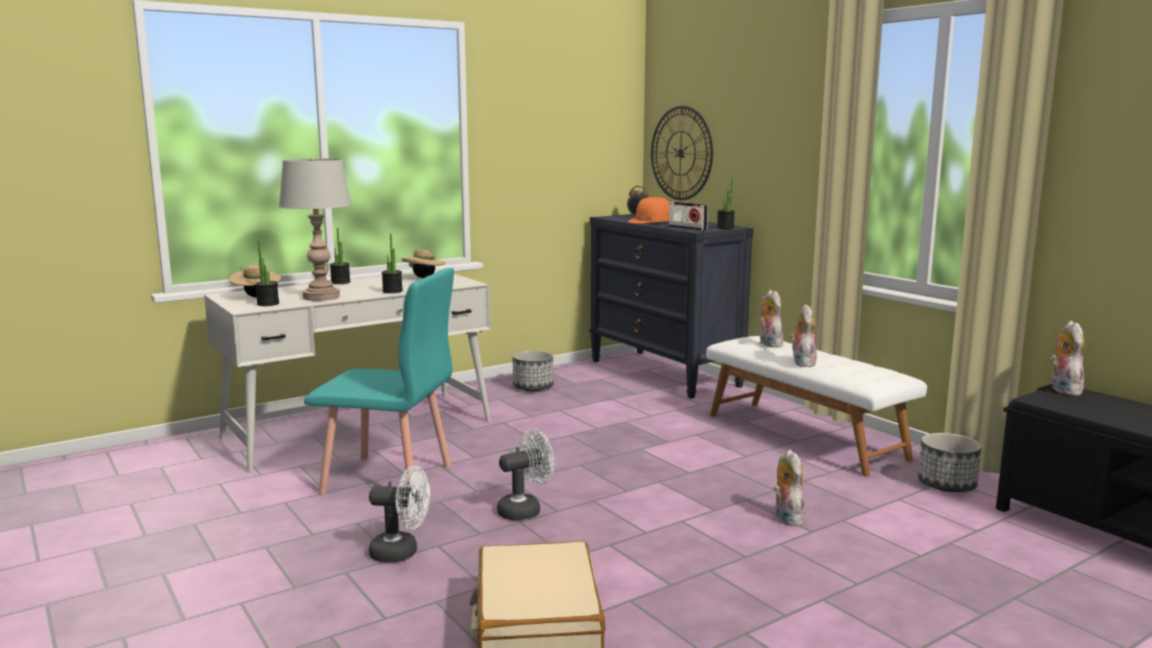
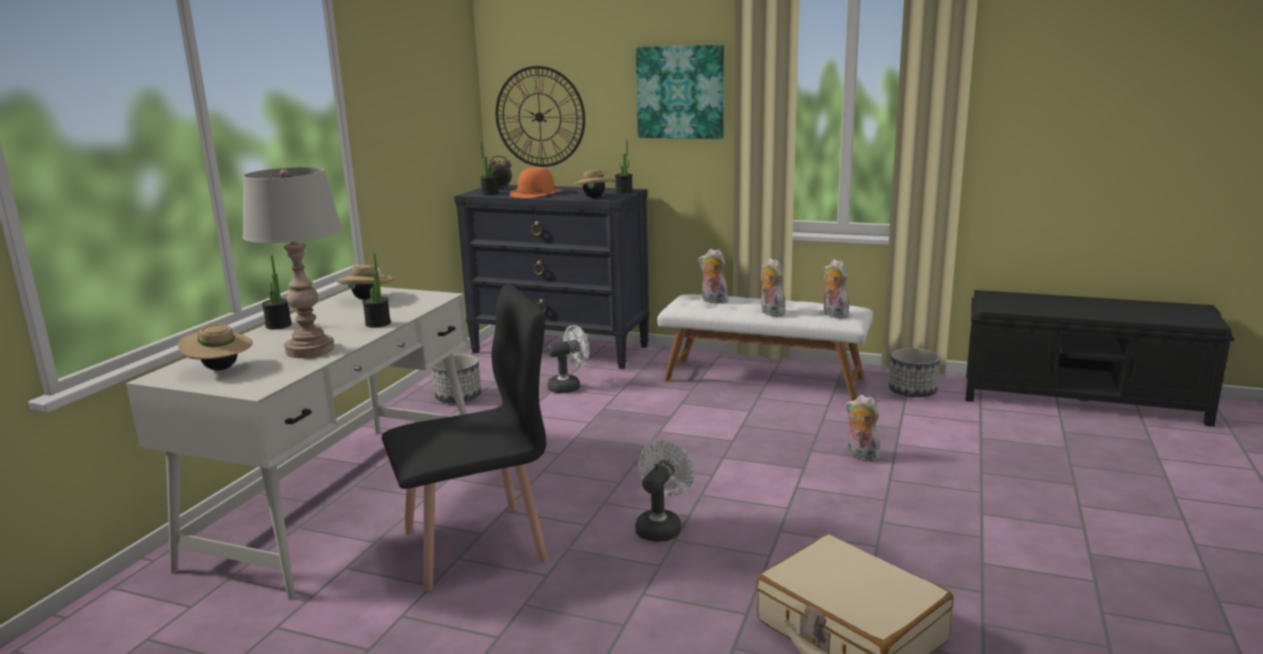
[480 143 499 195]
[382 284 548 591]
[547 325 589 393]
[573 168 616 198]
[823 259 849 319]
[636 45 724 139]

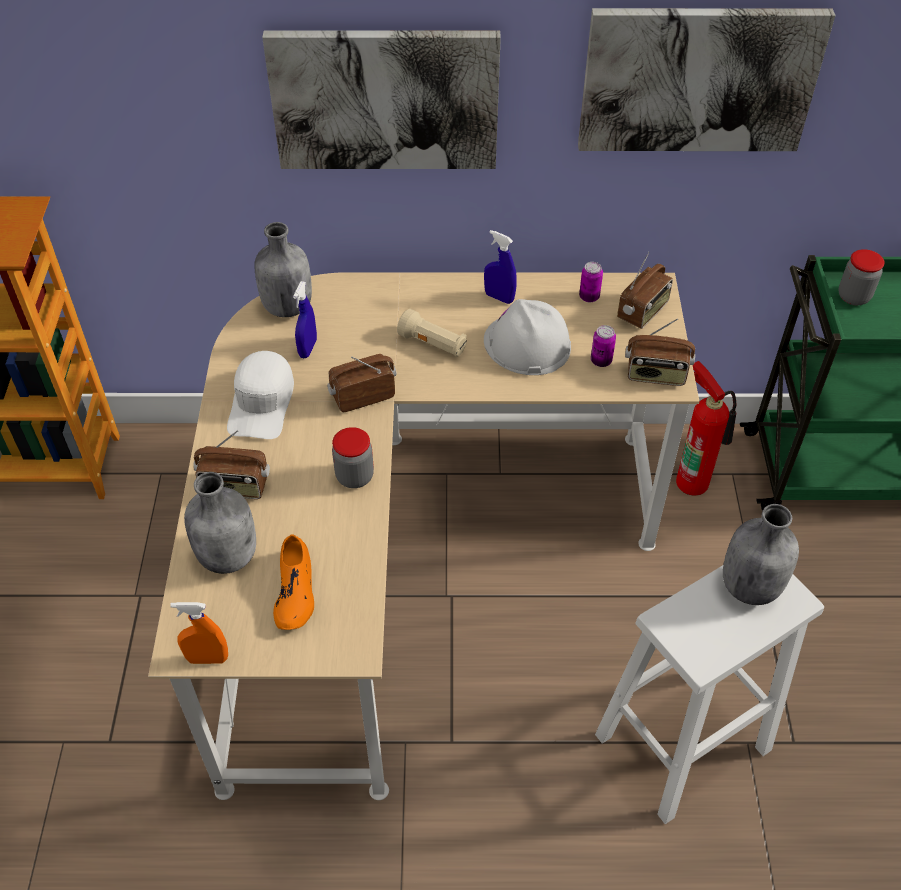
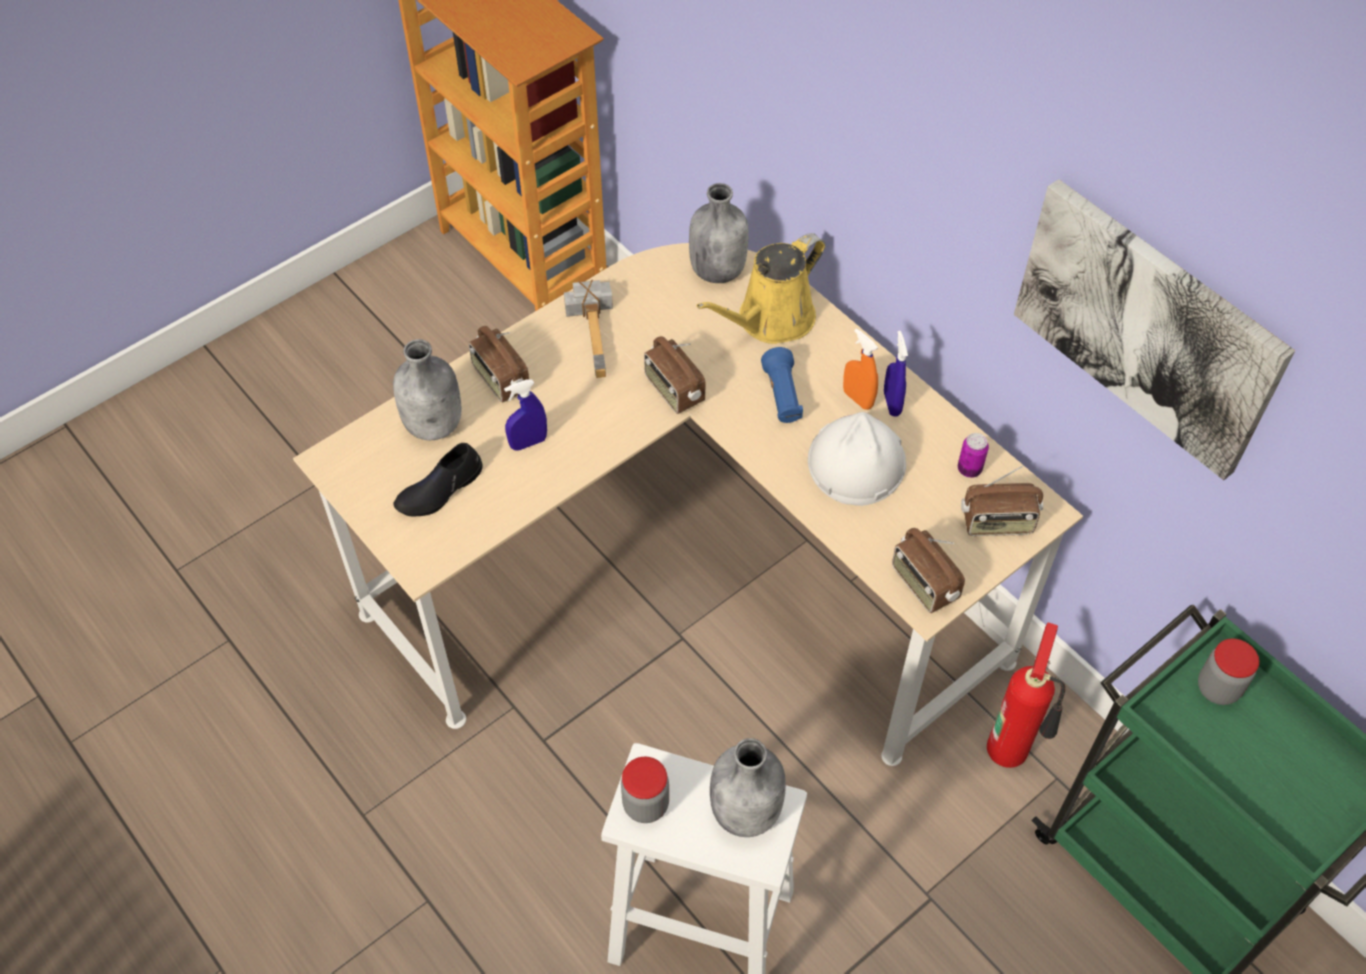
[843 328 878 410]
[564 279 613 378]
[262 30 501 169] (first image)
[393 443 482 516]
[504 379 547 451]
[644 336 705 414]
[621 757 669 823]
[761 347 803 423]
[591 325 616 367] (first image)
[696 233 825 344]

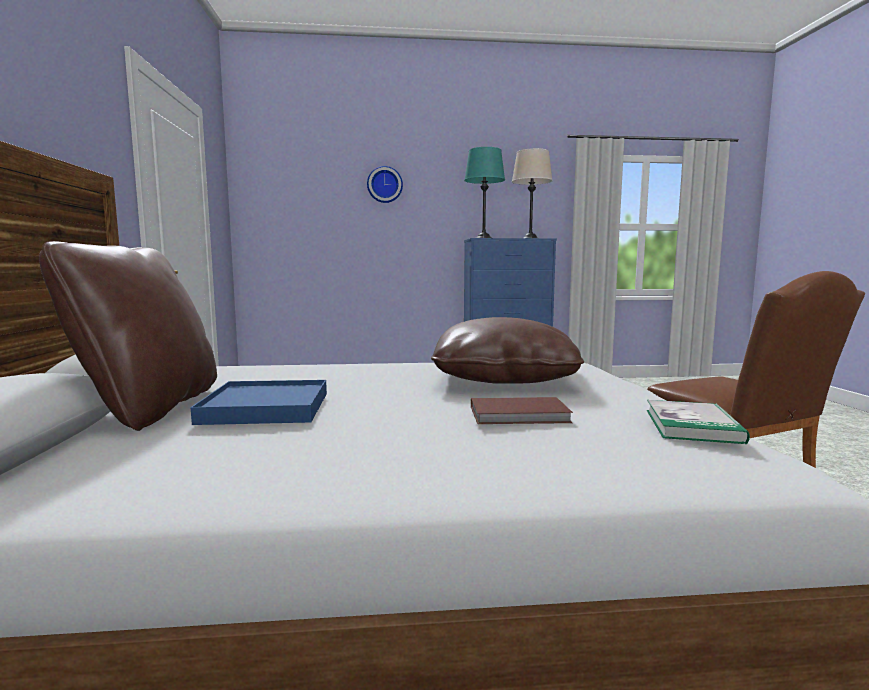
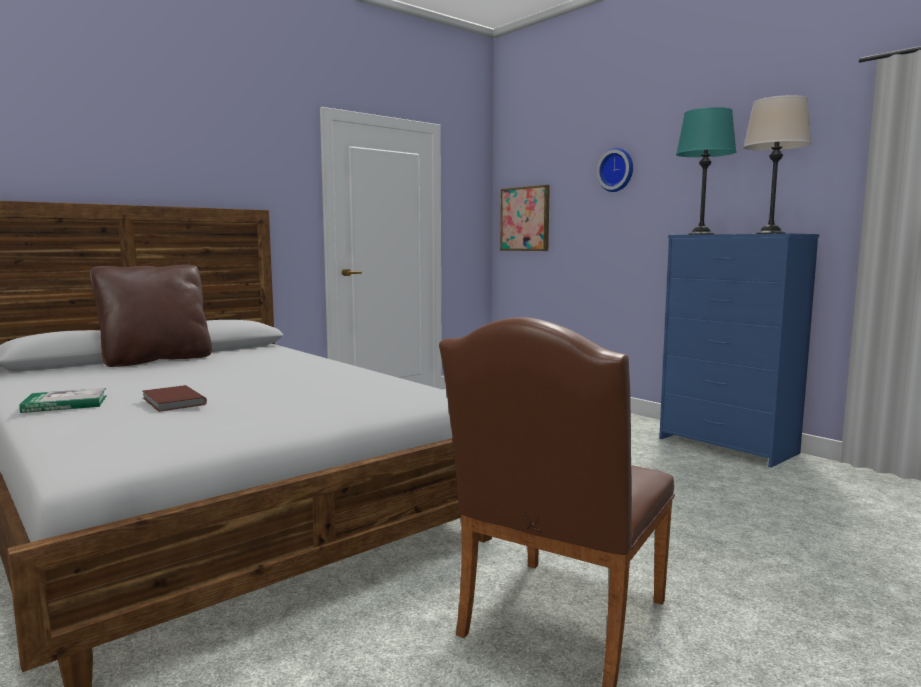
[191 380 327 425] (first image)
[431 317 584 384] (first image)
[19 388 107 413]
[500 185 550 251]

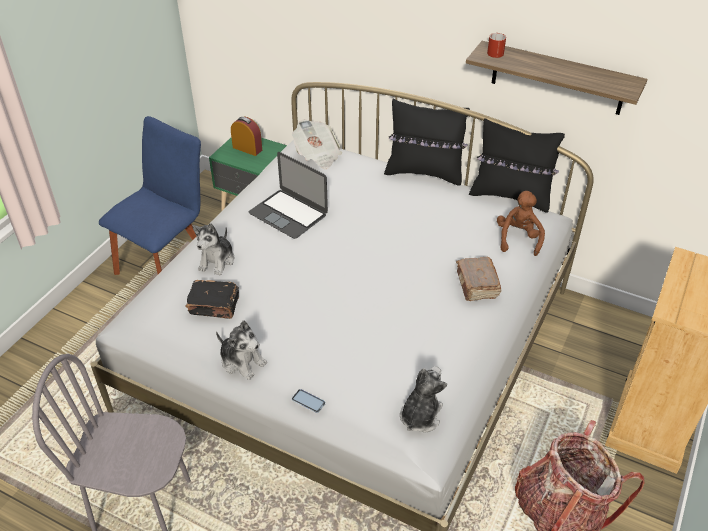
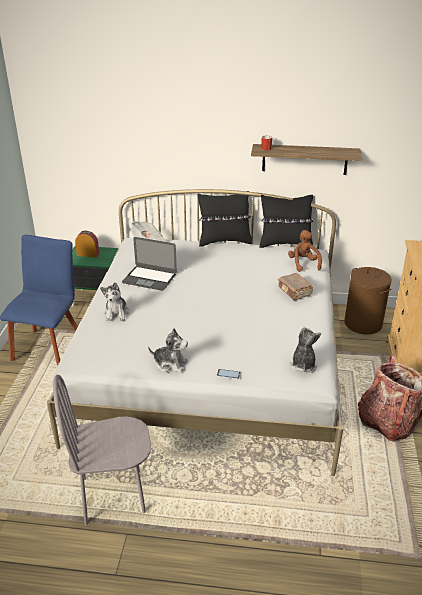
[186 280 240 319] (first image)
[344 267 392 335]

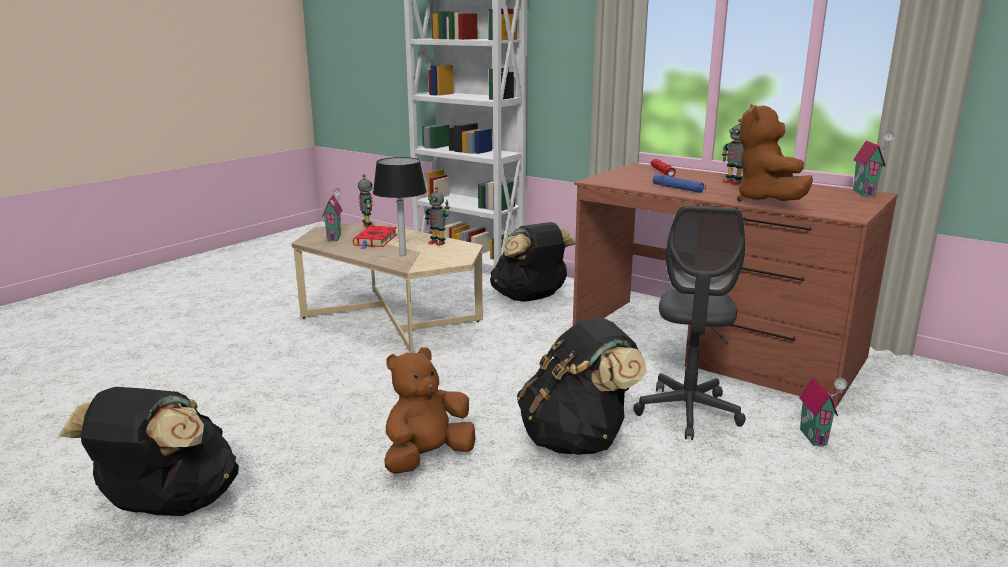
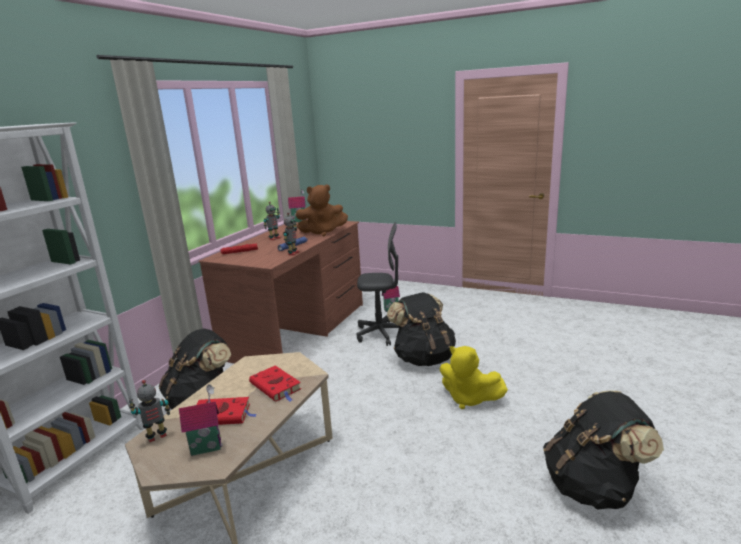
[249 366 301 402]
[440 346 508 409]
[283 212 300 255]

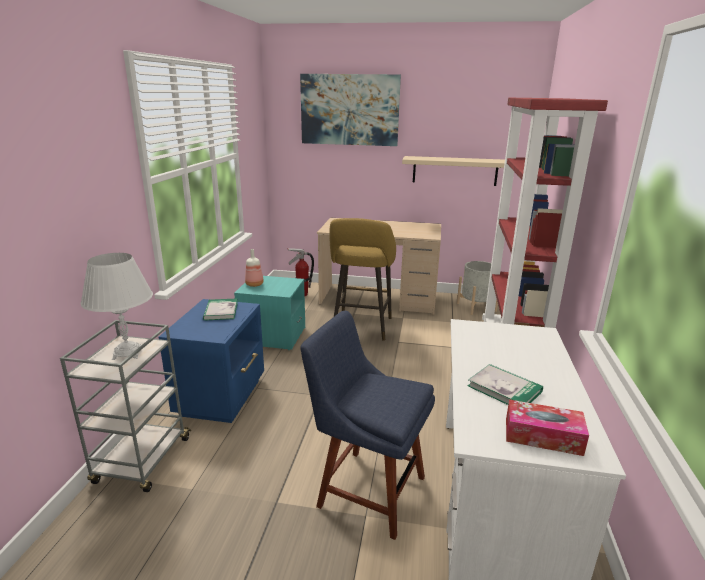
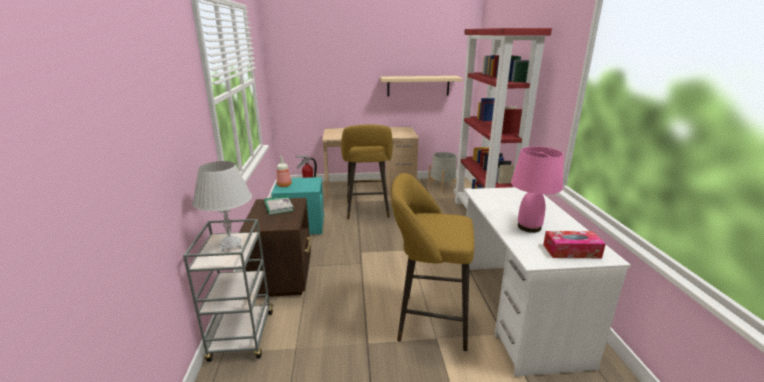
[239 198 311 297]
[300 74 401 146] (first image)
[391 173 474 351]
[511 146 563 233]

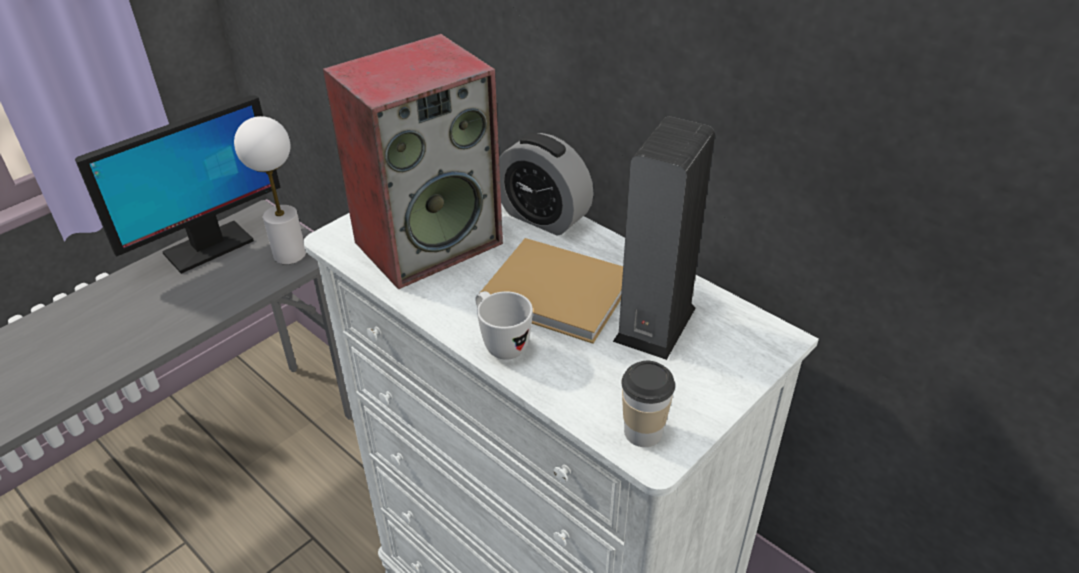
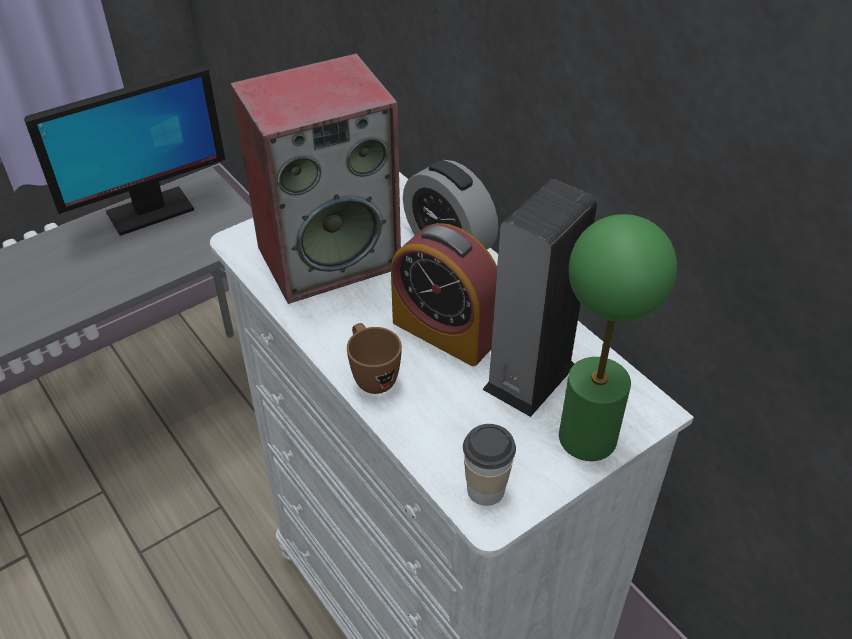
[234 116 306 264] (first image)
[347 323 402 394]
[391 223 497 366]
[559 214 677 461]

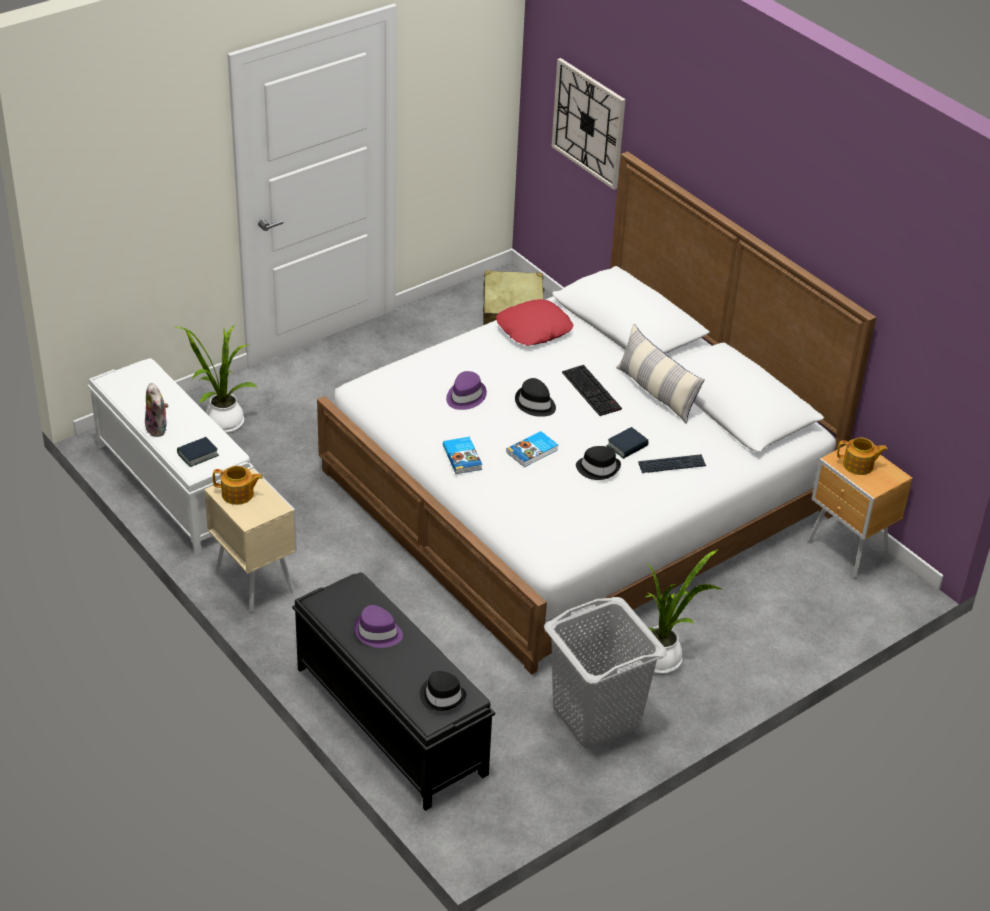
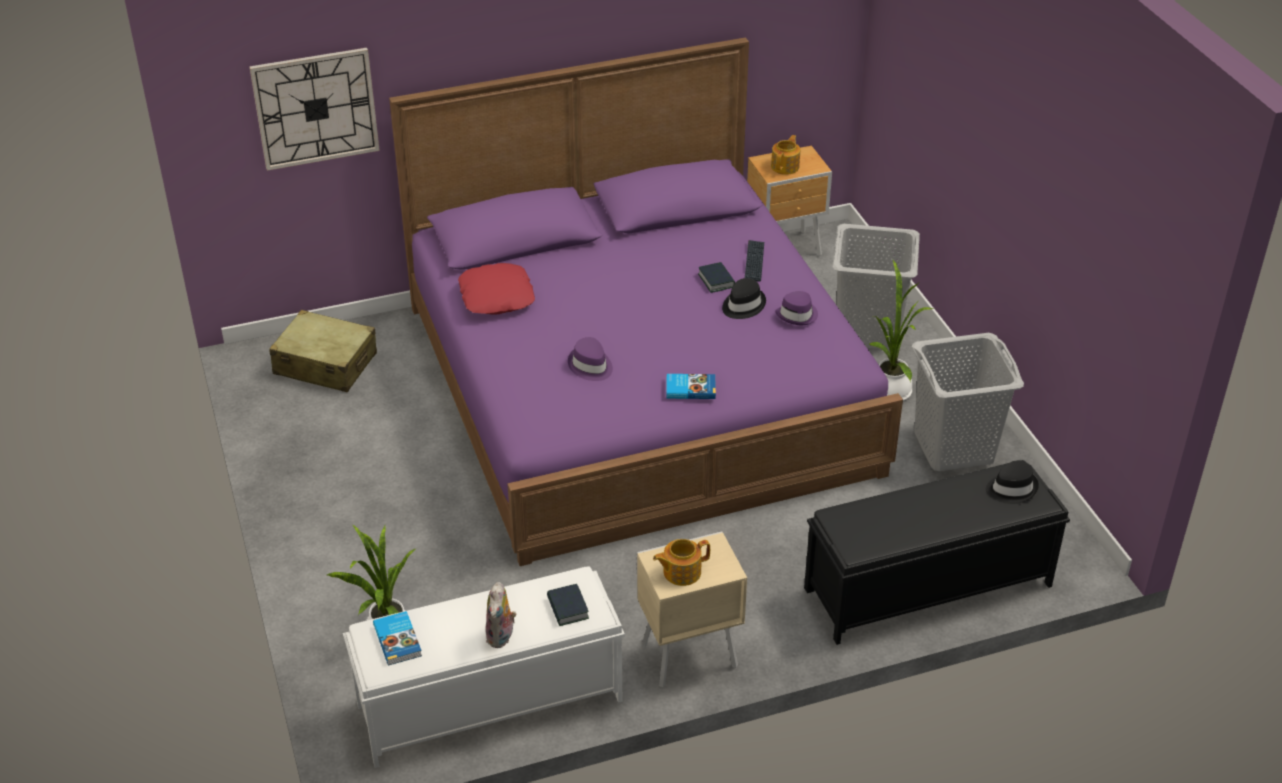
[485 582 516 648]
[653 539 710 586]
[389 37 903 566]
[775 291 818 325]
[373 611 422 665]
[515 378 556 417] (first image)
[562 365 622 416] (first image)
[616 324 705 424] (first image)
[832 224 920 350]

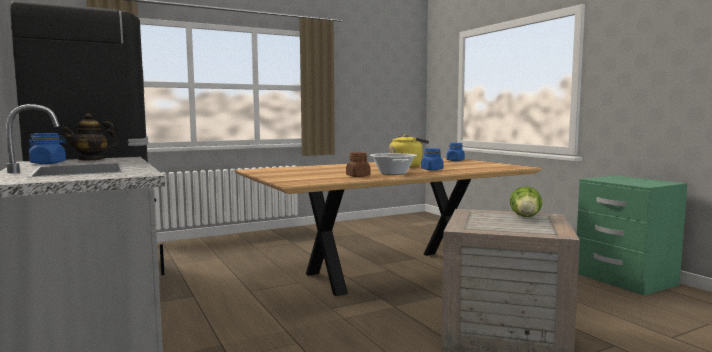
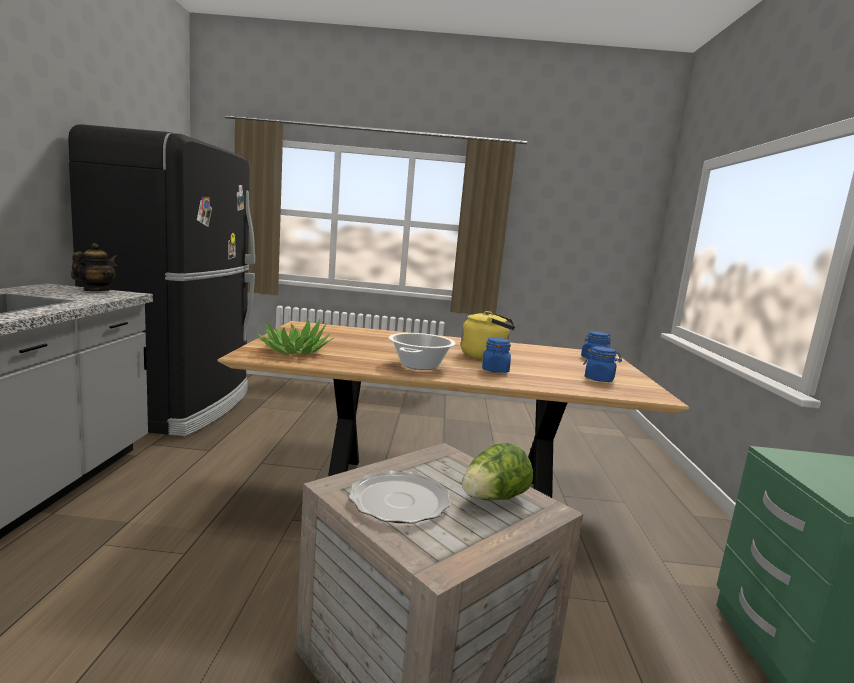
[583 346 622 382]
[71 243 119 291]
[346 152 370 177] (first image)
[256 319 334 355]
[349 471 451 524]

